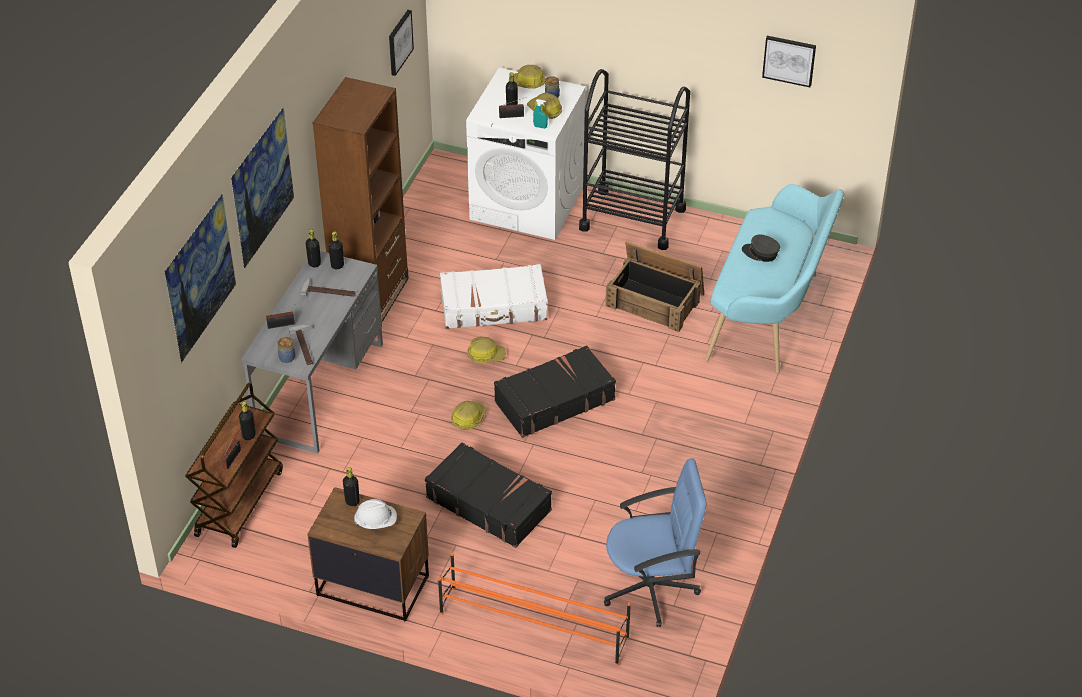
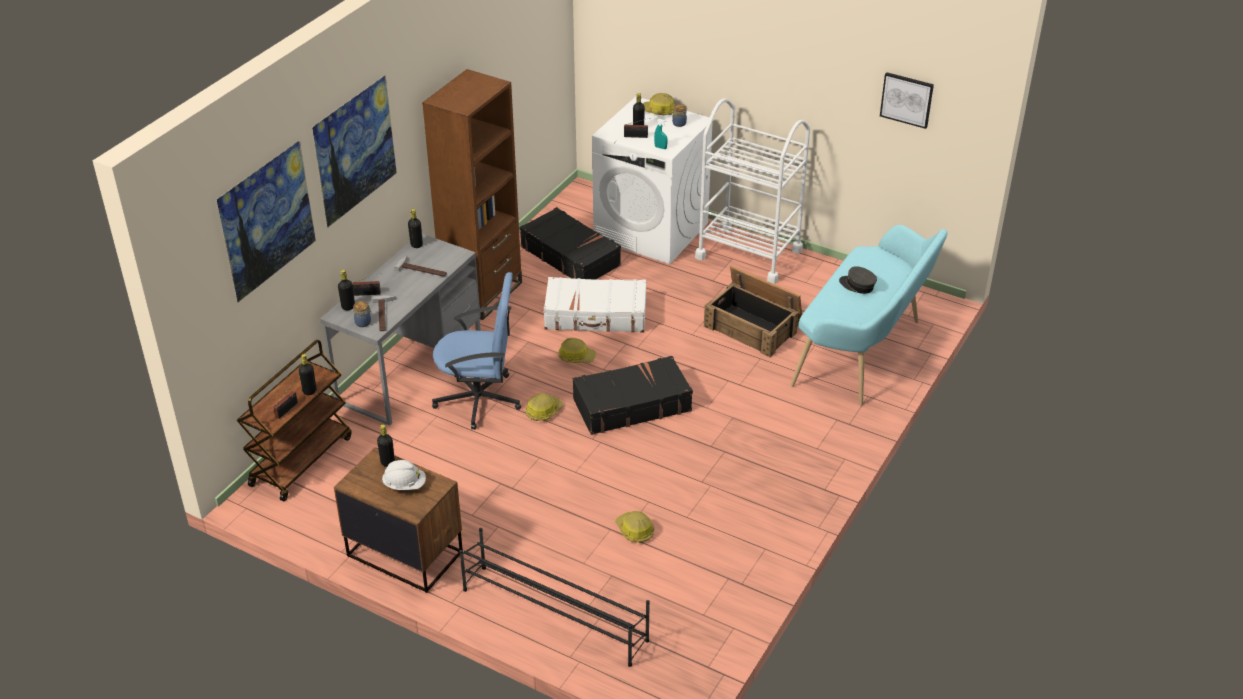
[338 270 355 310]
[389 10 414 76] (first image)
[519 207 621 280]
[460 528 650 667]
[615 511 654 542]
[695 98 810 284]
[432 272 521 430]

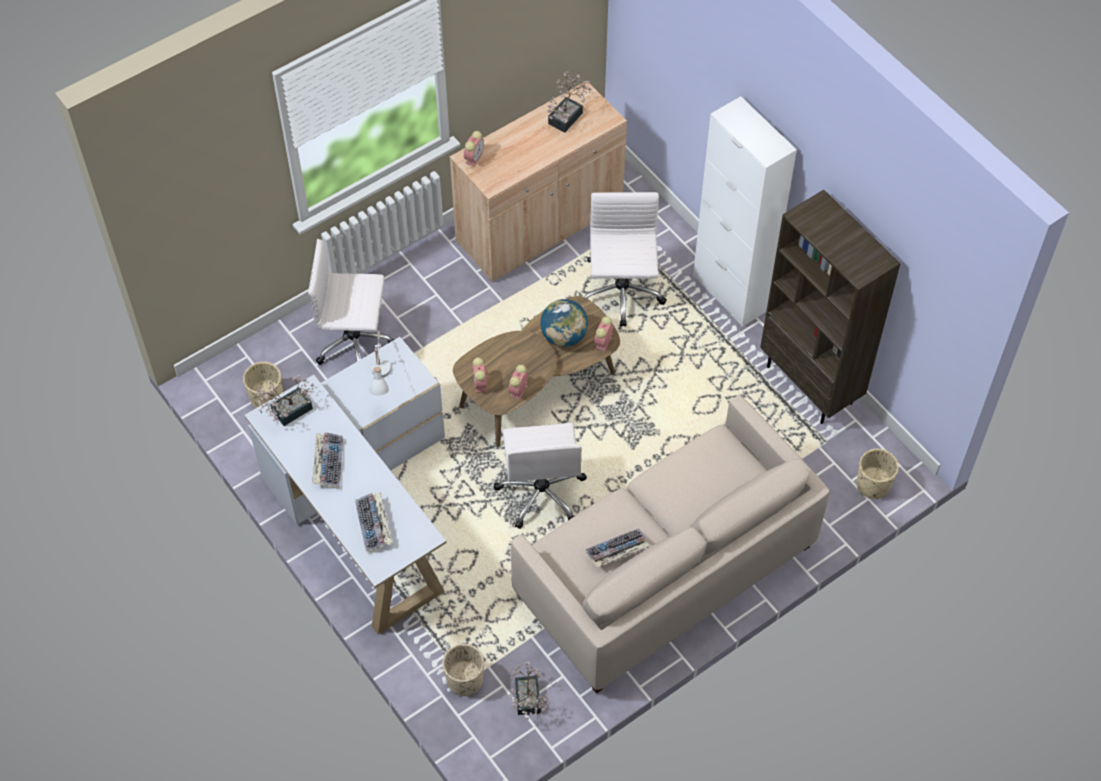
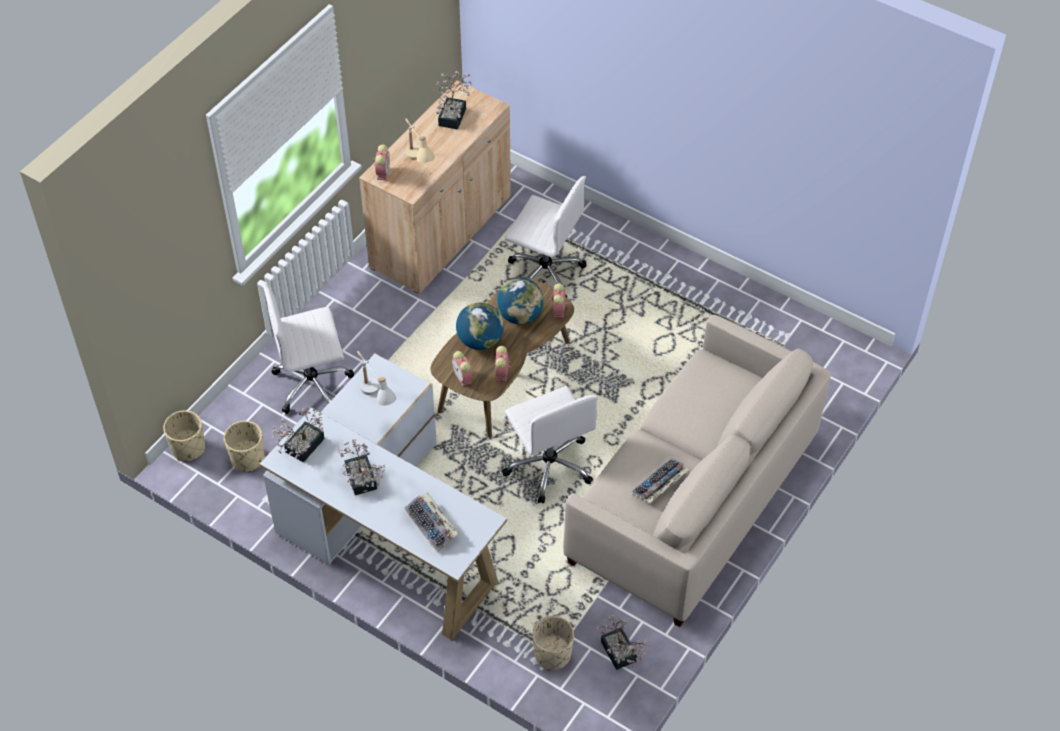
[337 438 386 495]
[505 176 587 297]
[693 96 797 327] (first image)
[760 190 901 424] (first image)
[163 410 205 461]
[405 118 434 163]
[456 302 504 350]

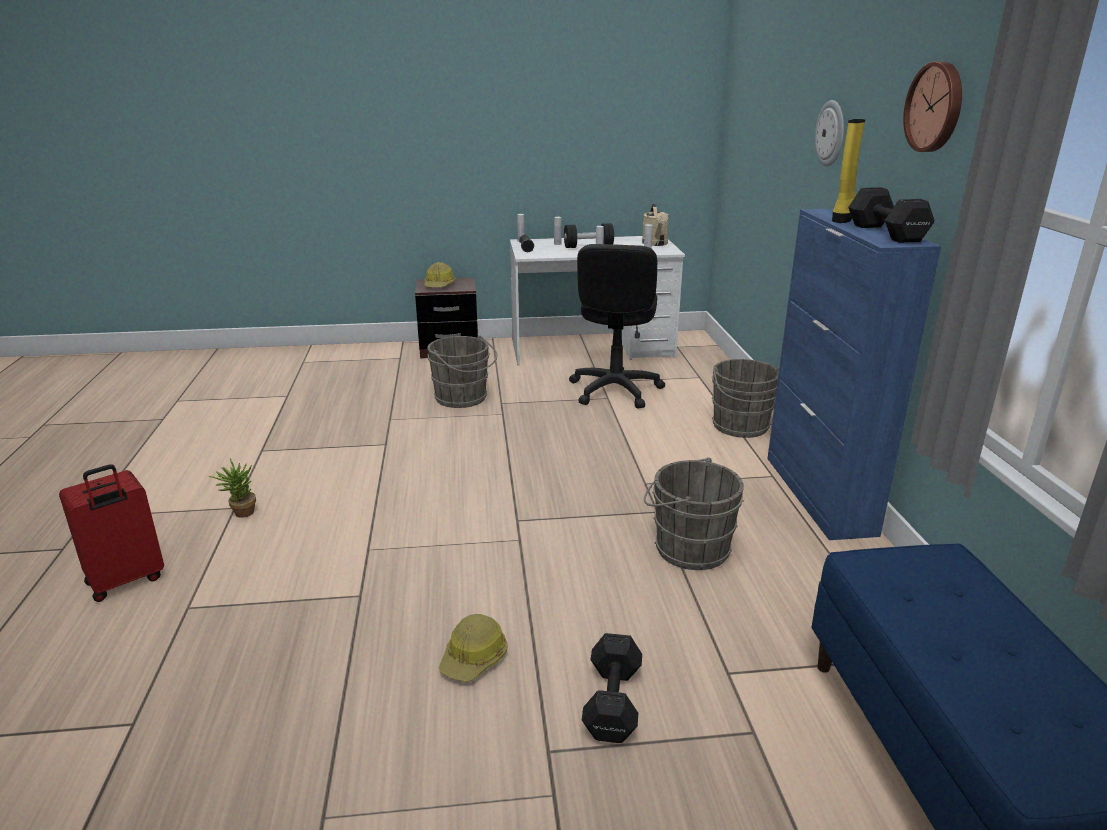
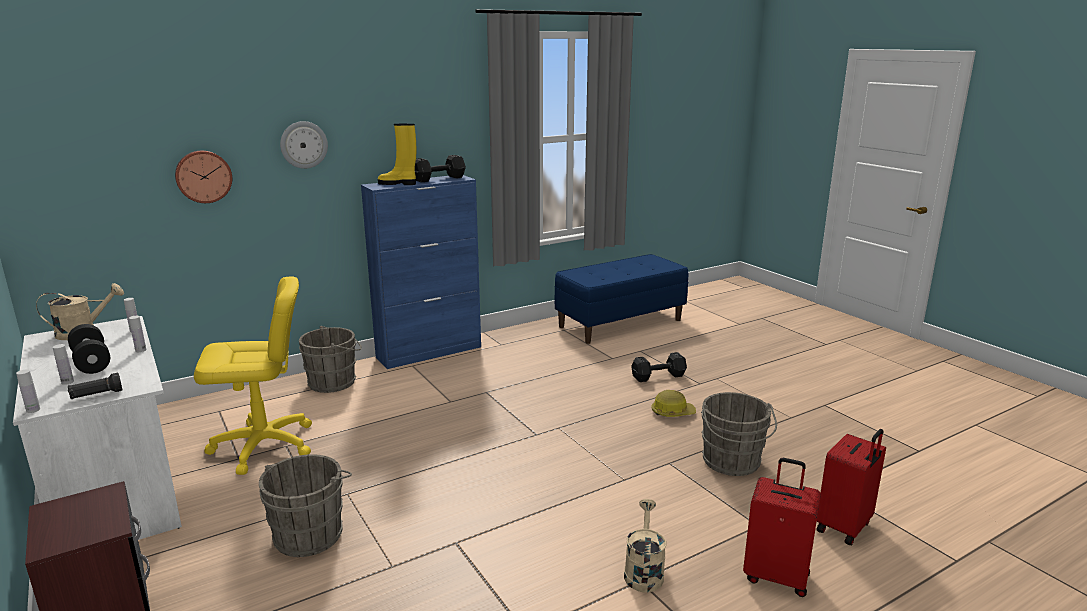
[624 499 666 592]
[424 262 456 287] (first image)
[194 276 312 475]
[701 392 777 476]
[175 151 232 203]
[817 429 886 545]

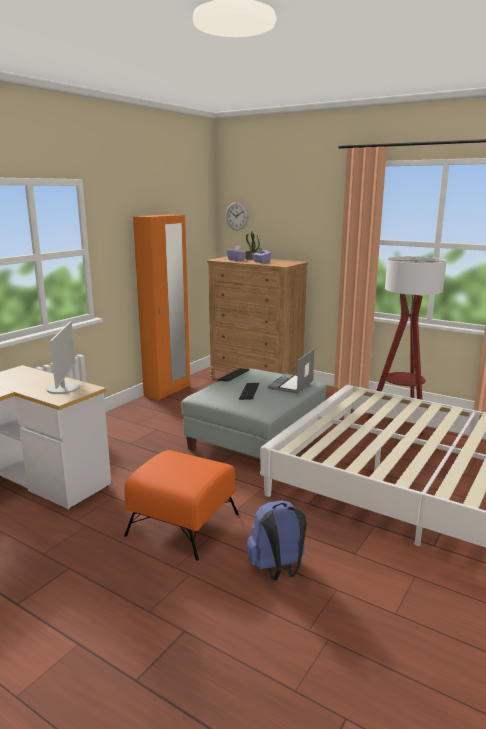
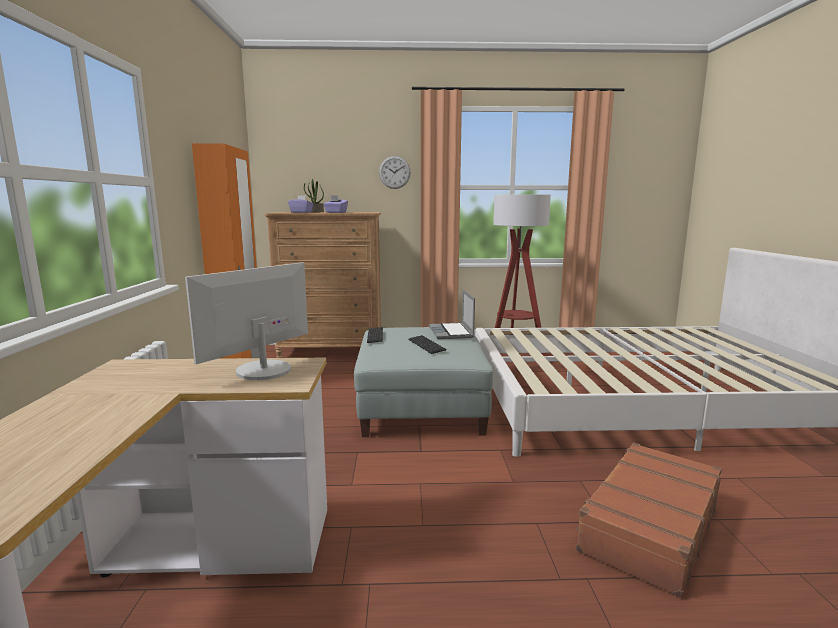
[185 262 308 380]
[124 450 239 561] (first image)
[379 156 411 189]
[575 442 722 598]

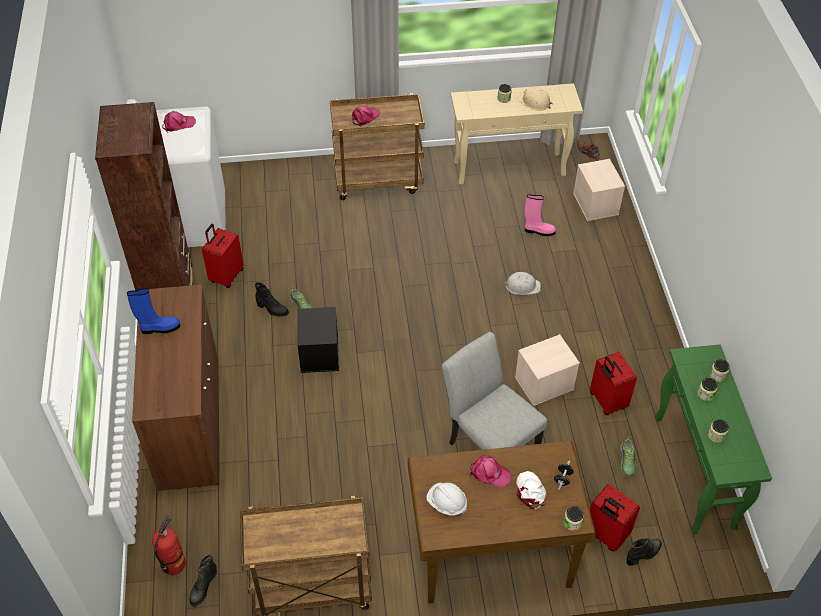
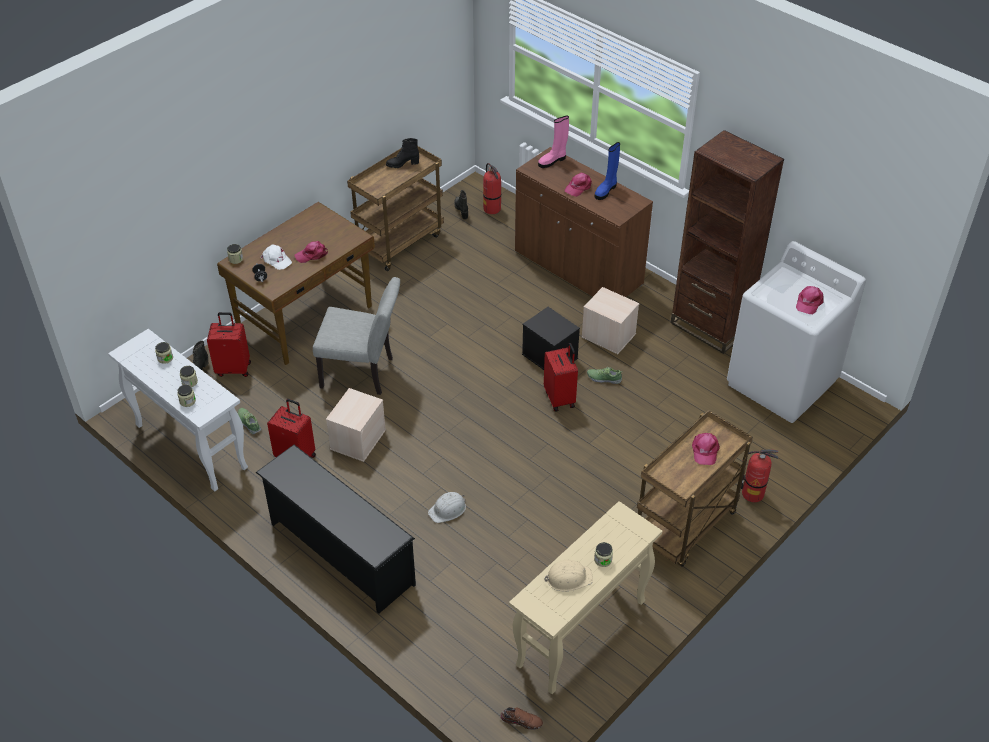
[544 343 578 412]
[386 138 419 168]
[426 483 467 515] (first image)
[538 115 569 168]
[582 287 639 354]
[108 329 248 491]
[256 445 416 614]
[565 173 592 197]
[741 449 778 502]

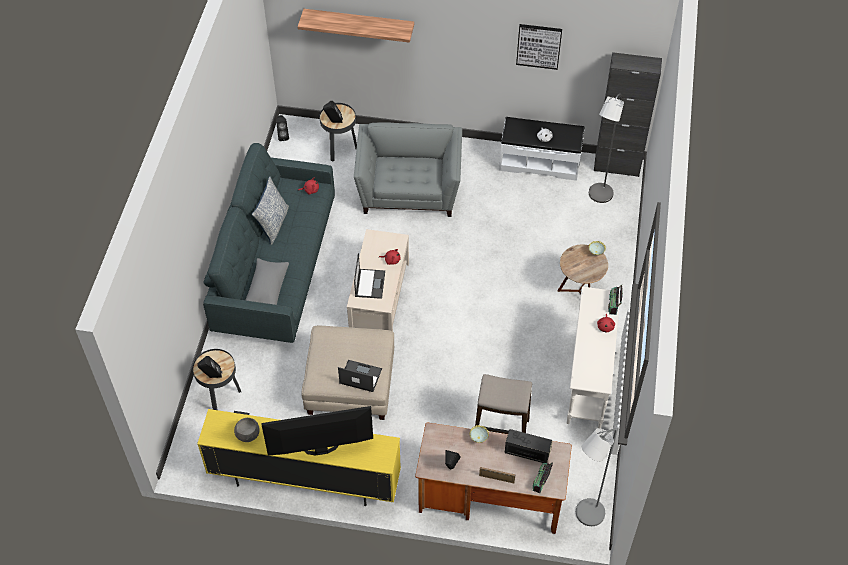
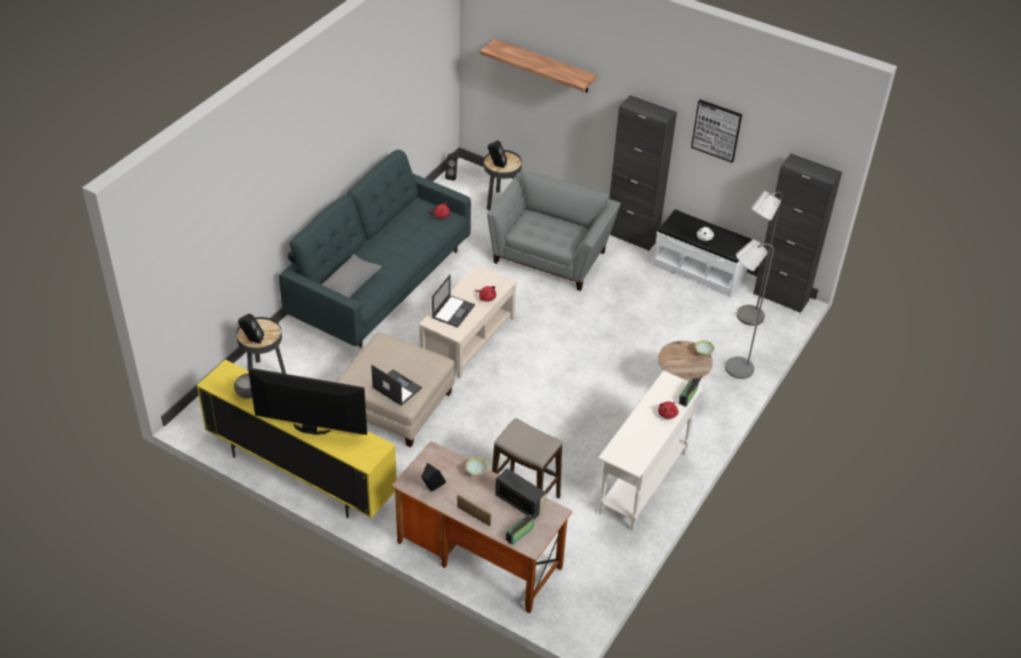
[252 176 289 245] (first image)
[725 239 774 379]
[609 95 677 251]

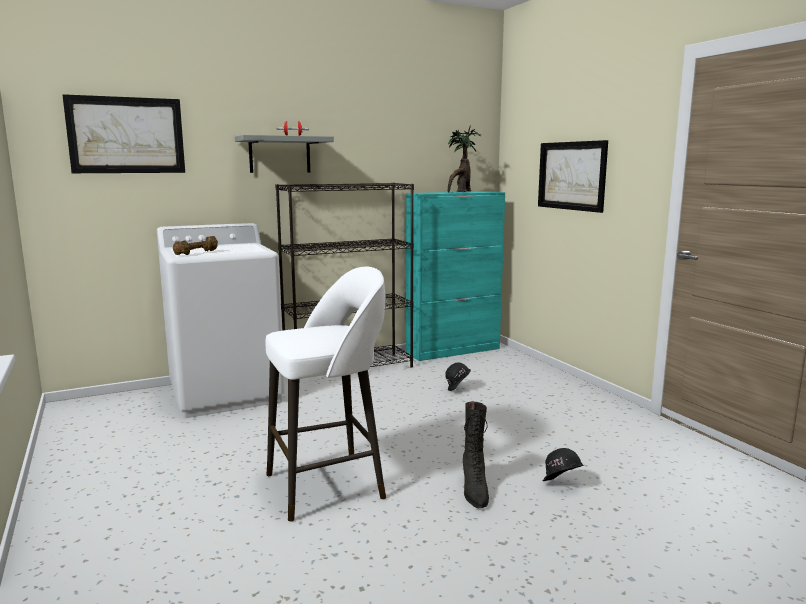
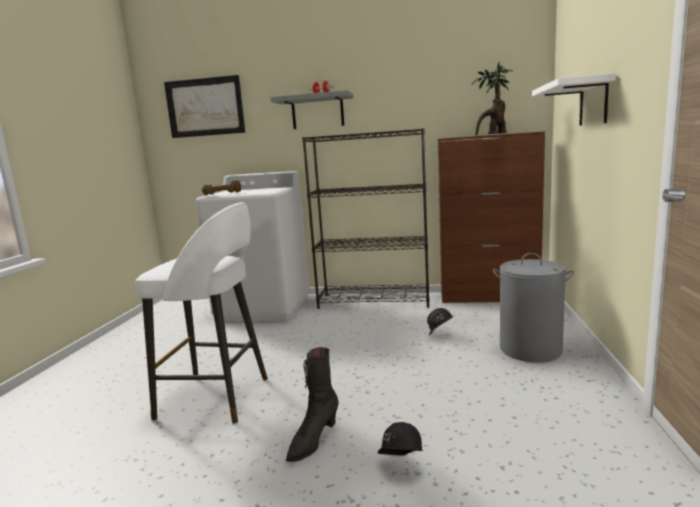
[438 131 545 303]
[532 73 616 126]
[493 253 575 362]

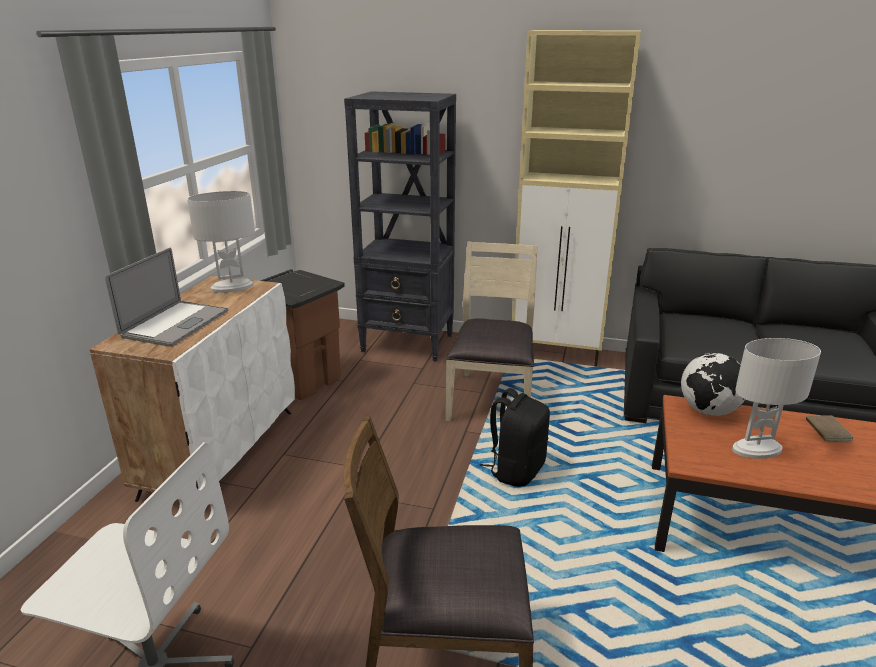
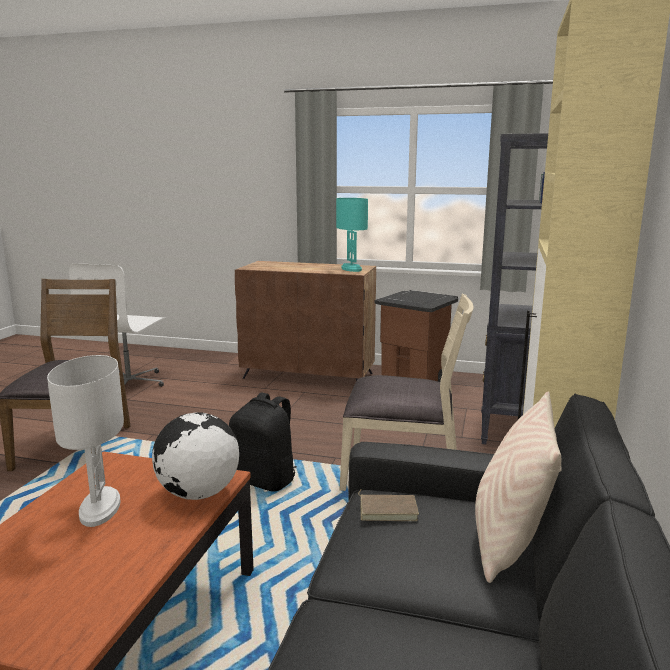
[235 261 376 381]
[105 247 229 347] (first image)
[336 198 368 272]
[358 489 419 521]
[475 392 562 583]

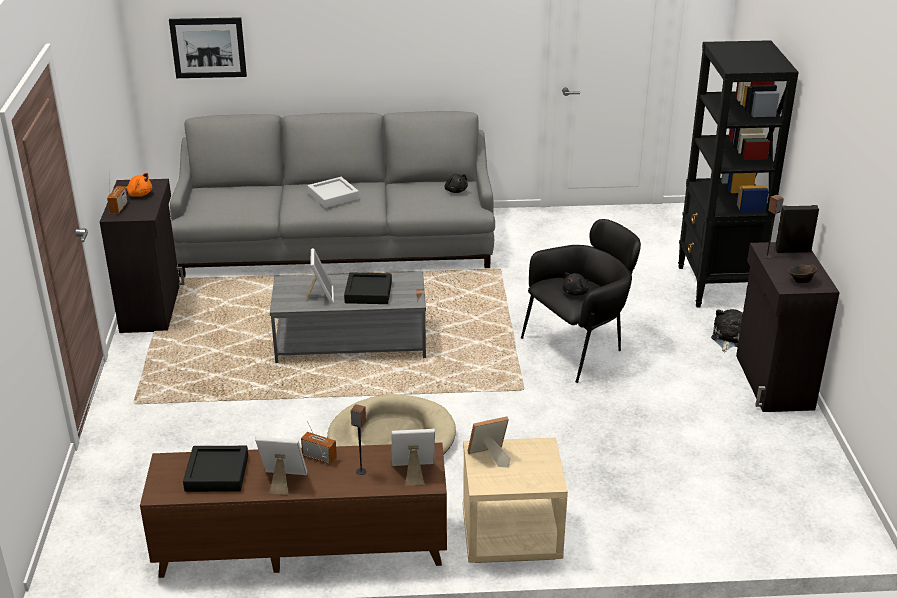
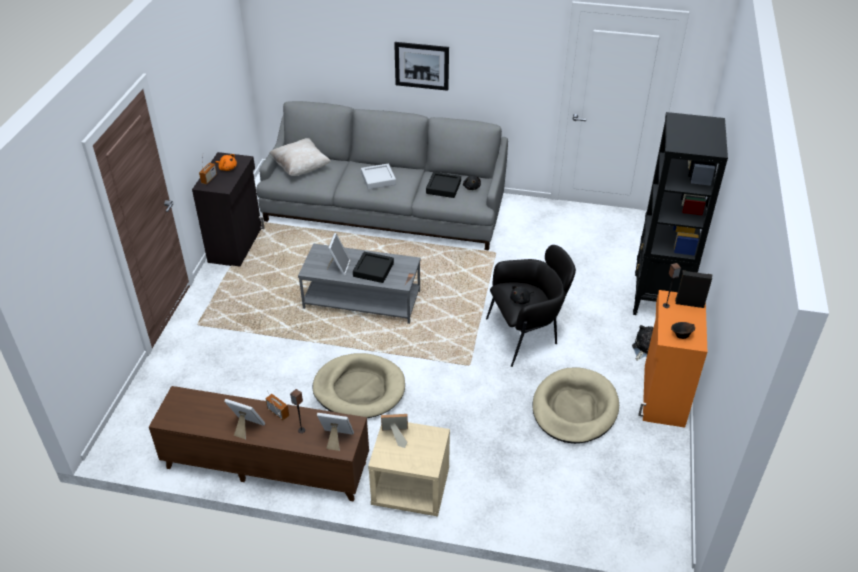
[394 42 449 91]
[426 172 461 198]
[638 290 707 428]
[269 138 330 176]
[532 368 619 444]

